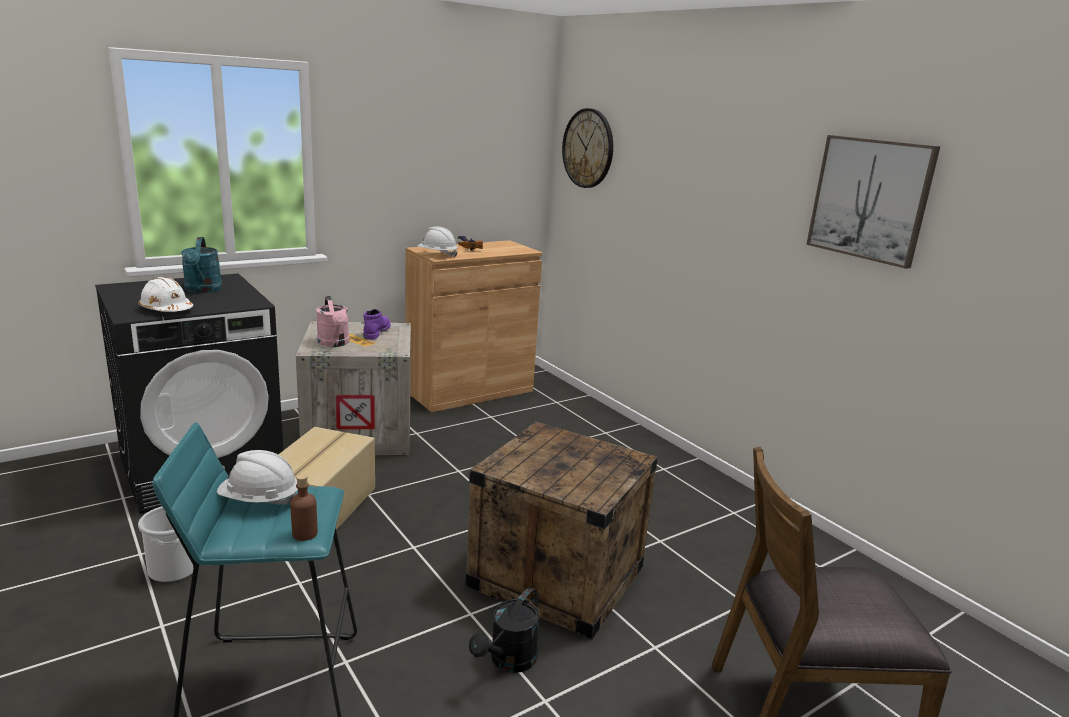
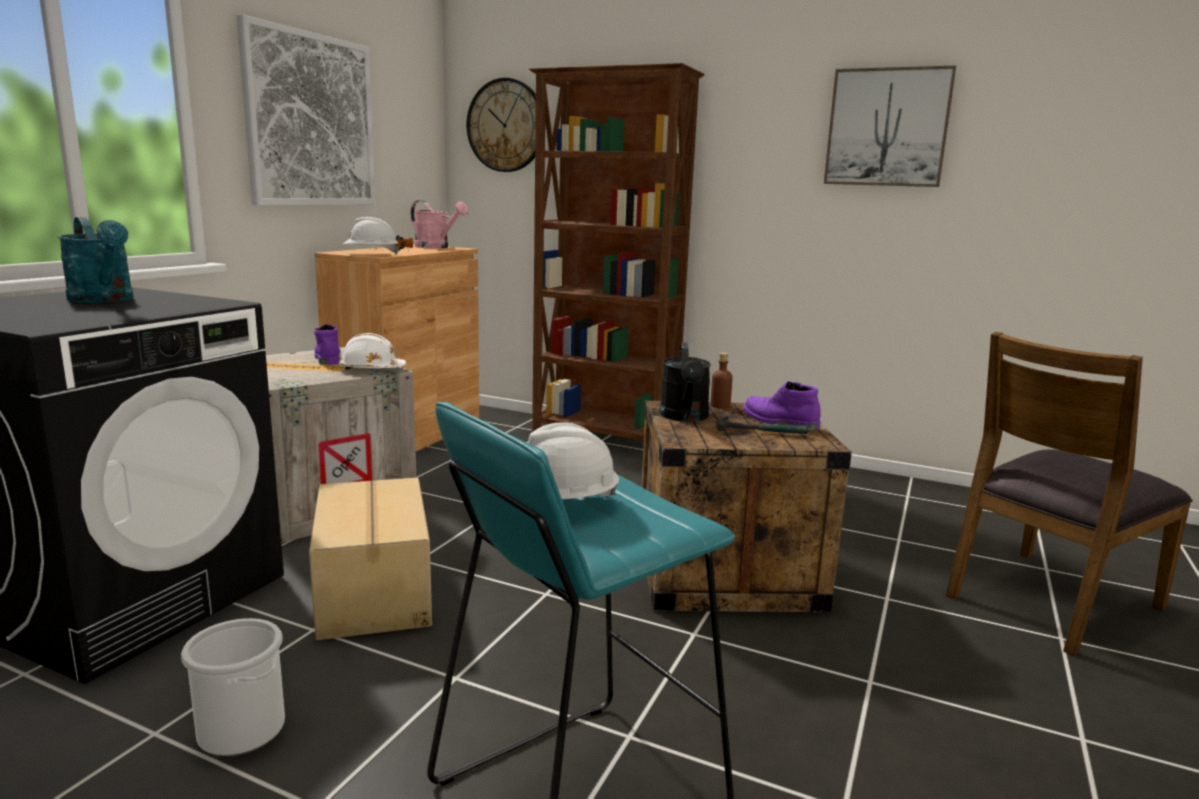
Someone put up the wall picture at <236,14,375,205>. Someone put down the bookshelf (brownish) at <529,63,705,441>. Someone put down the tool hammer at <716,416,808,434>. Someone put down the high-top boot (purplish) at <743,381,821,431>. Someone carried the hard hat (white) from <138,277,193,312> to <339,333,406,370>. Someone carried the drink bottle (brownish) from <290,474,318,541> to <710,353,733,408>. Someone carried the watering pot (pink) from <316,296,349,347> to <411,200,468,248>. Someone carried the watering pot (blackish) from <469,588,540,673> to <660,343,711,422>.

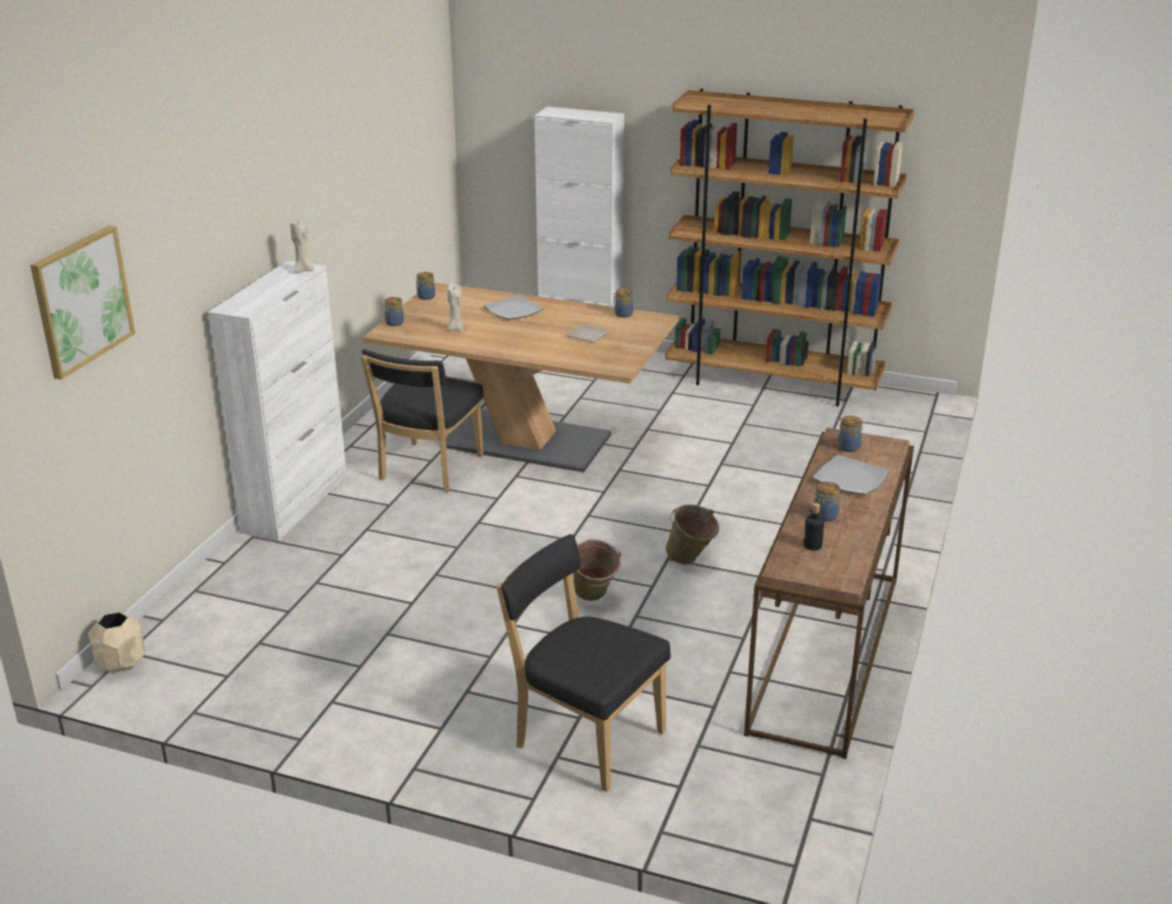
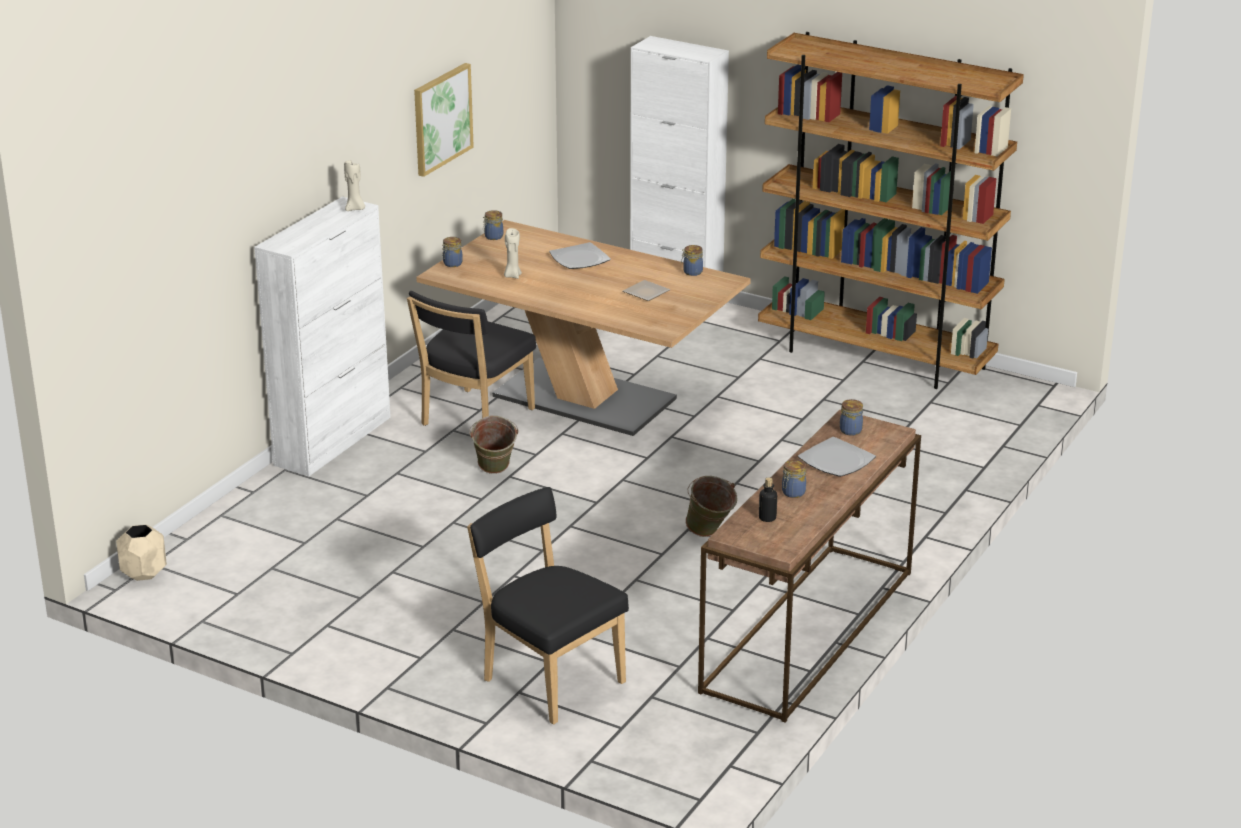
Someone carried the wall picture from <30,226,135,380> to <414,63,474,177>. Someone carried the water bucket (green) from <573,539,621,601> to <469,416,518,474>.

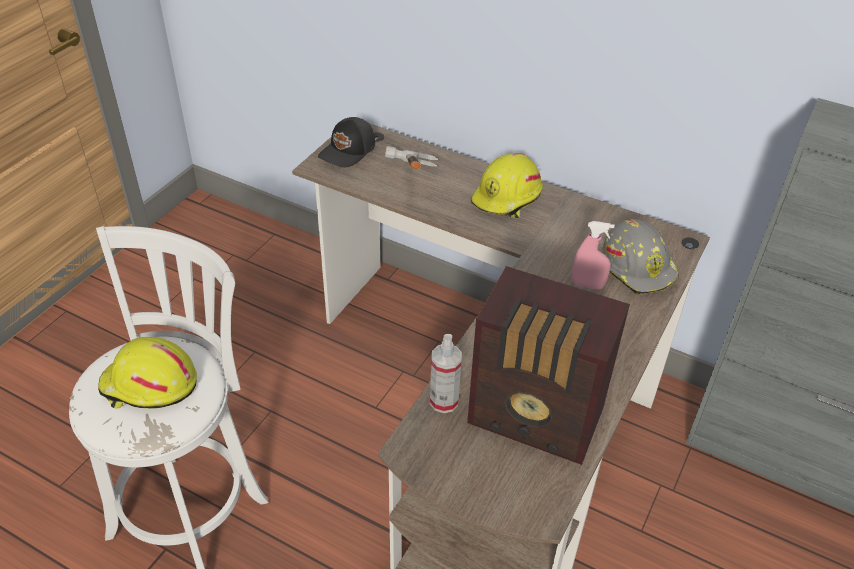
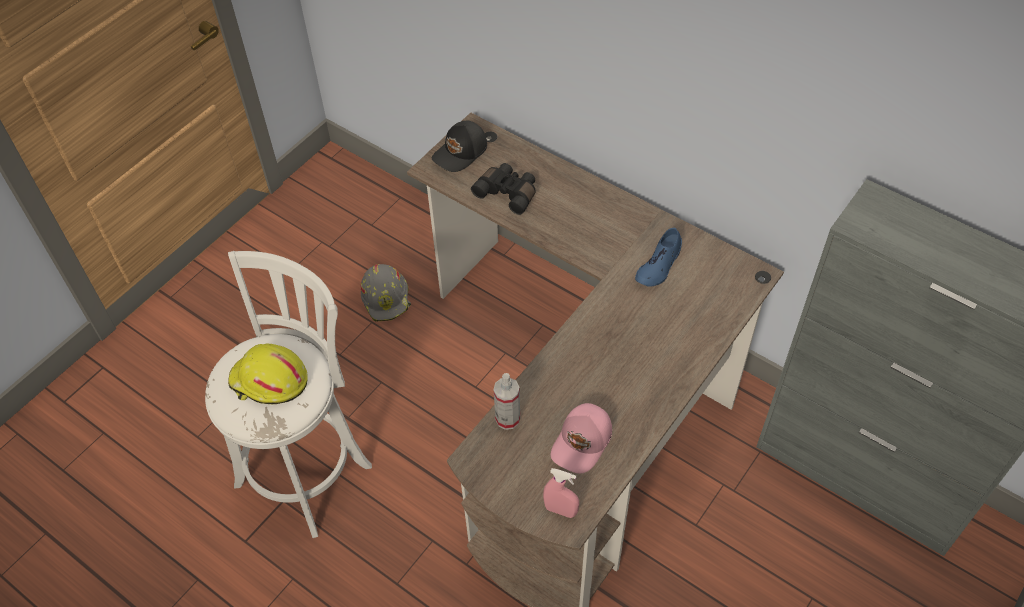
Someone took away the hard hat (yellow-coloured) at <471,153,543,218>. Someone put down the low shoe (blue) at <635,228,682,287>. Someone carried the sprayer (pink) from <572,221,615,290> to <543,468,579,518>. Someone carried the hard hat (grey) from <601,219,679,294> to <361,264,411,322>. Someone swapped the tool hammer at <385,146,438,169> for the pair of binoculars (blackish) at <471,163,536,215>. Someone swapped the radio receiver at <467,266,630,465> for the baseball cap (pink) at <551,403,612,474>.

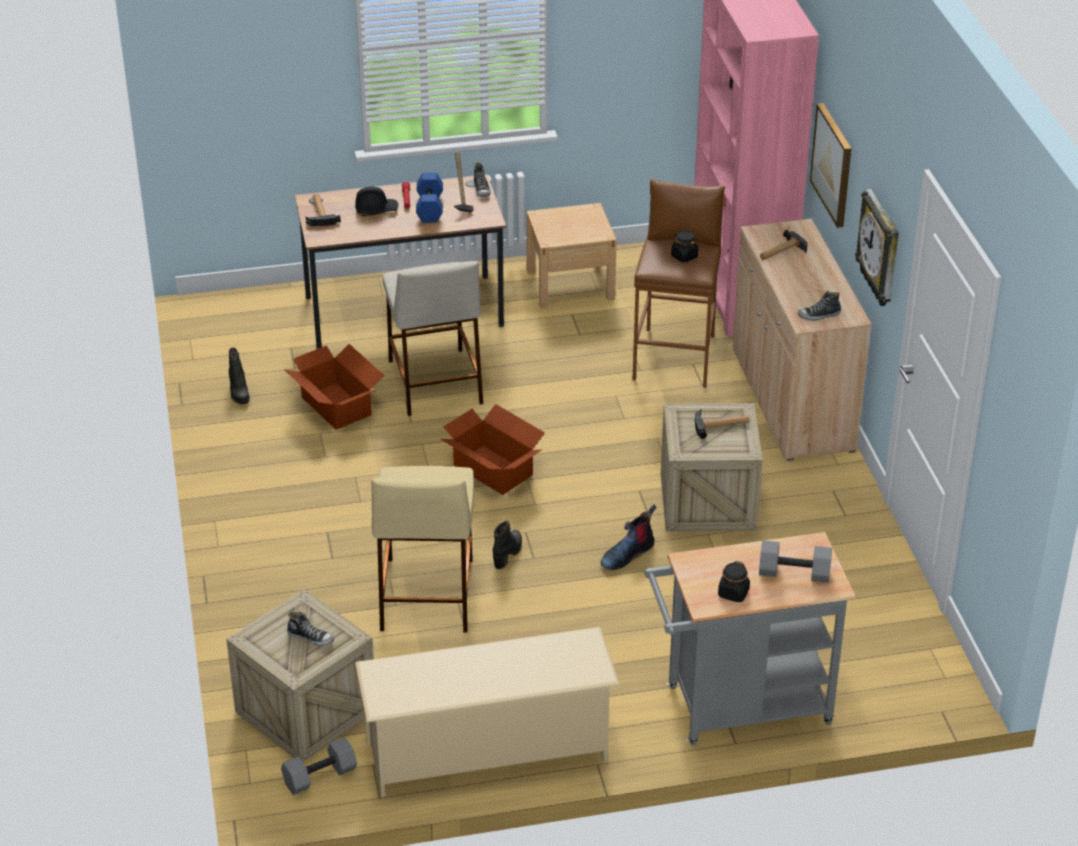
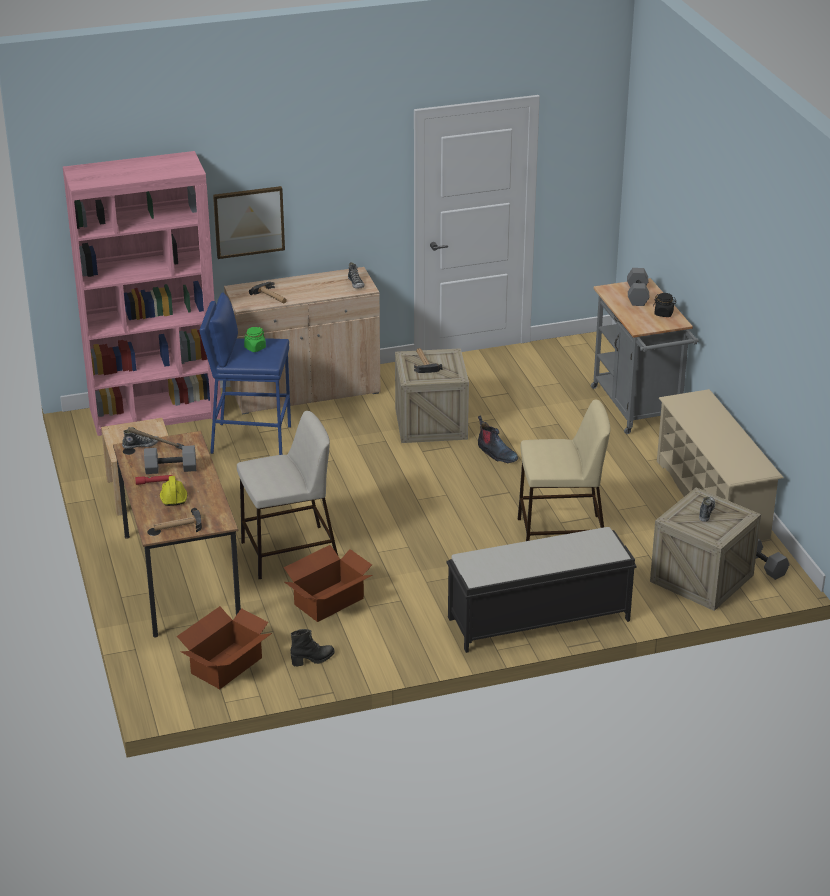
Someone took away the high-top boot (blackish) at <493,521,522,569>. Someone took away the hanging clock at <855,189,899,306>. Someone put down the bench (blackish) at <447,527,637,653>. Someone carried the cardboard box from <441,404,545,495> to <177,606,272,689>. Someone repainted the hard hat (blackish) at <355,187,398,216>, which became the hard hat (yellow-coloured) at <160,476,188,506>. Someone repainted the hand weight (blue) at <416,173,443,223>, which became the hand weight (grey) at <144,445,196,474>. Someone repainted the stool seat (brownish) at <632,179,725,388>, which became the stool seat (blue) at <199,292,291,455>. Someone repainted the jar (blackish) at <671,231,698,263>, which became the jar (green) at <244,327,266,352>.

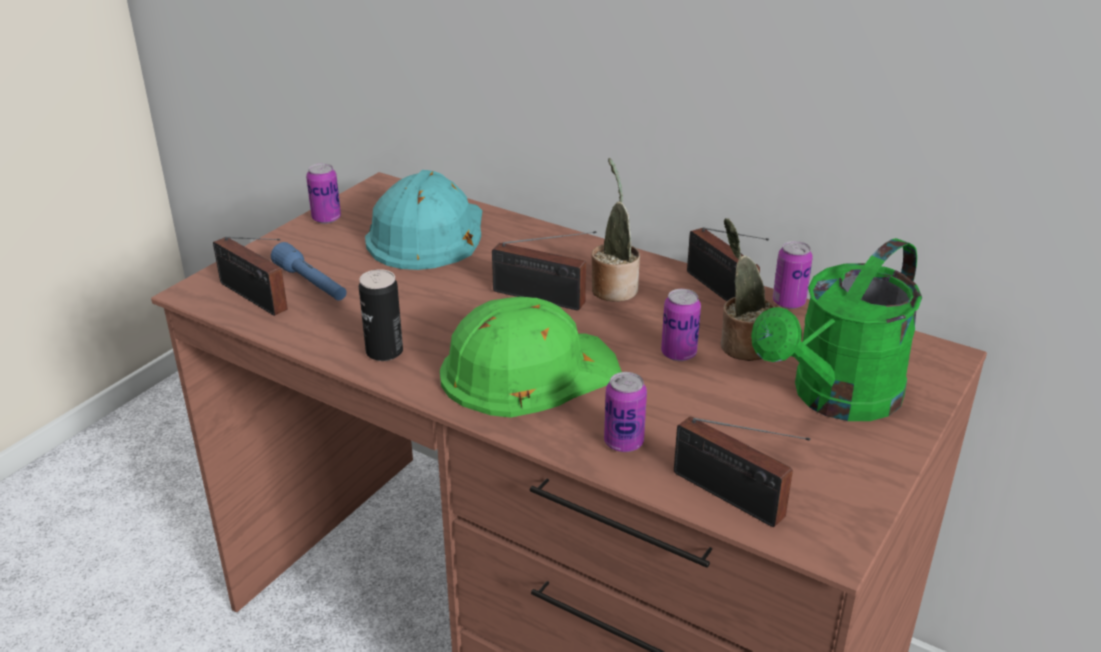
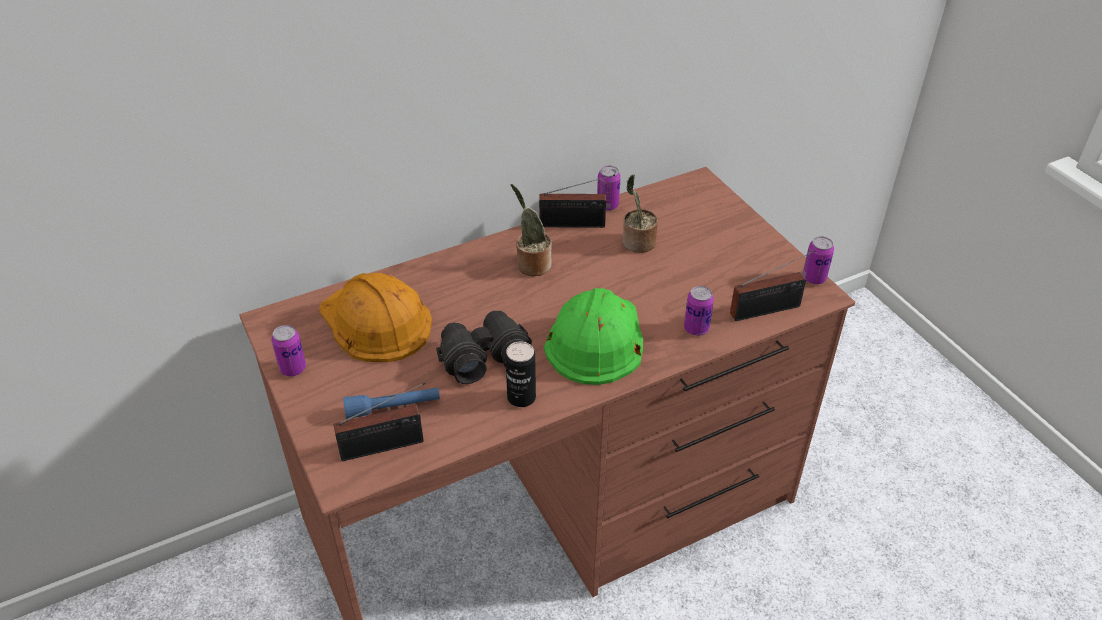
Someone took away the radio receiver at <492,231,597,311>. Someone took away the watering pot (green) at <751,238,922,421>. Someone put down the pair of binoculars (blackish) at <436,311,532,384>. Someone carried the metal can from <661,289,701,361> to <802,236,834,284>. Someone repainted the hard hat (turquoise-coloured) at <365,170,482,270>, which became the hard hat (orangey) at <319,273,432,362>.

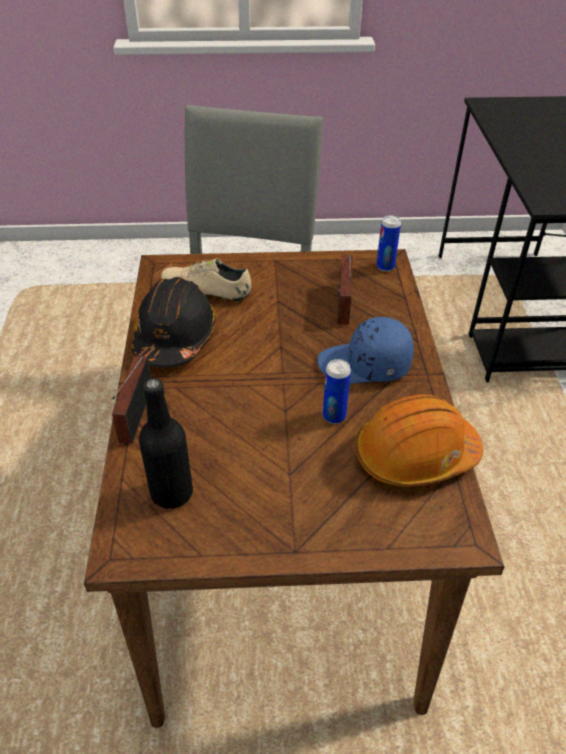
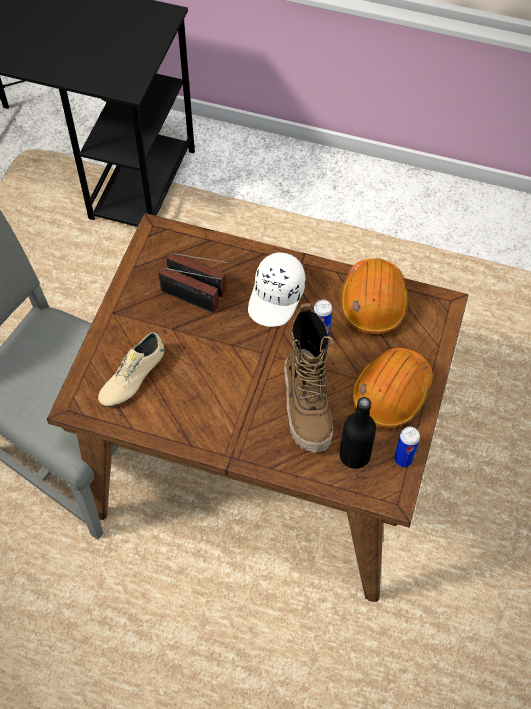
Someone took away the hard hat (blackish) at <132,277,217,368>. Someone put down the high-top boot at <284,303,333,453>. Someone put down the hard hat (orangey) at <352,348,433,428>. Someone carried the radio receiver from <112,356,152,444> to <159,266,223,313>. Someone carried the metal can from <376,215,401,272> to <394,427,420,467>. Someone repainted the baseball cap (blue) at <317,317,414,384>, which became the baseball cap (white) at <248,252,305,327>.

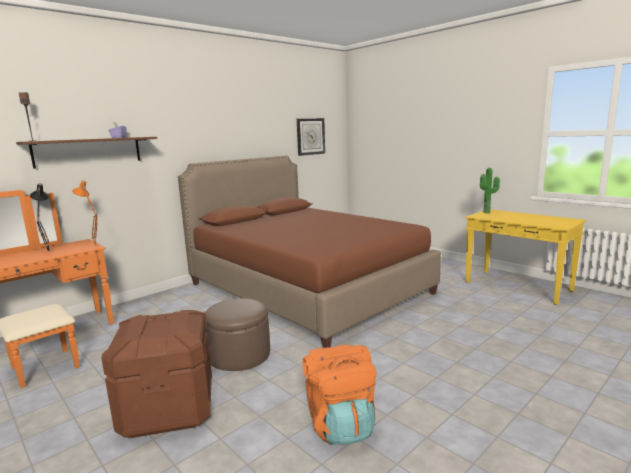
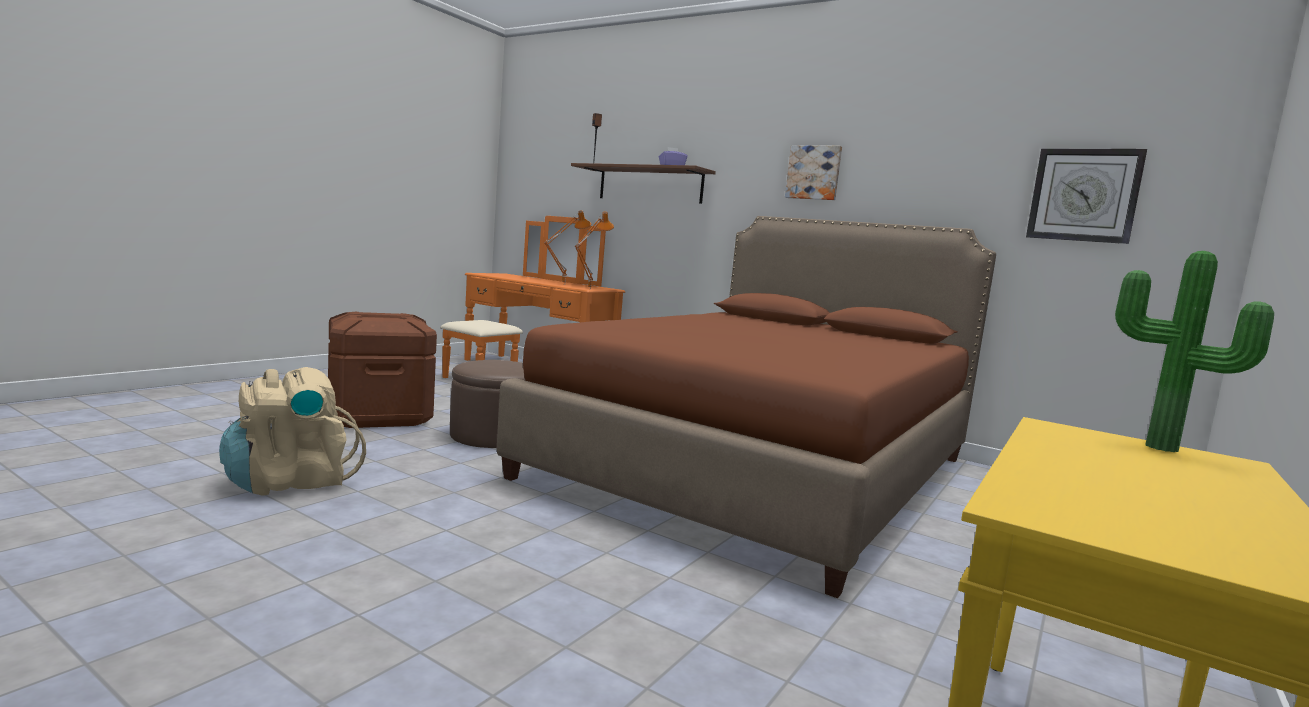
Someone put up the wall picture at <785,146,842,200>. Someone repainted the lamp for a table (blackish) at <30,183,50,251>, which became the lamp for a table (orangey) at <544,210,591,282>. Someone repainted the knapsack (orangey) at <302,345,377,445>, which became the knapsack (beige) at <219,367,366,496>.

